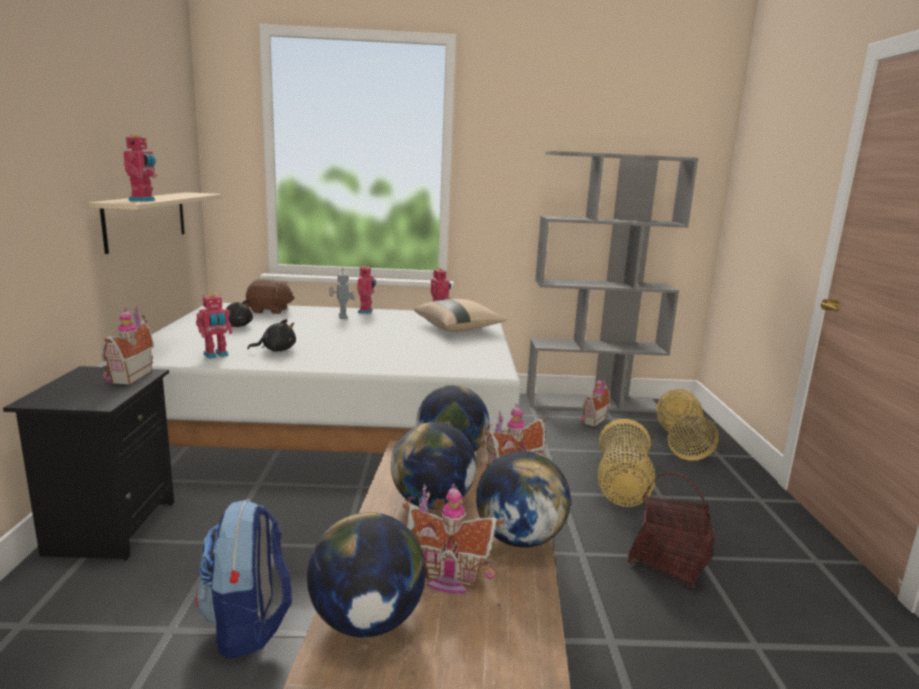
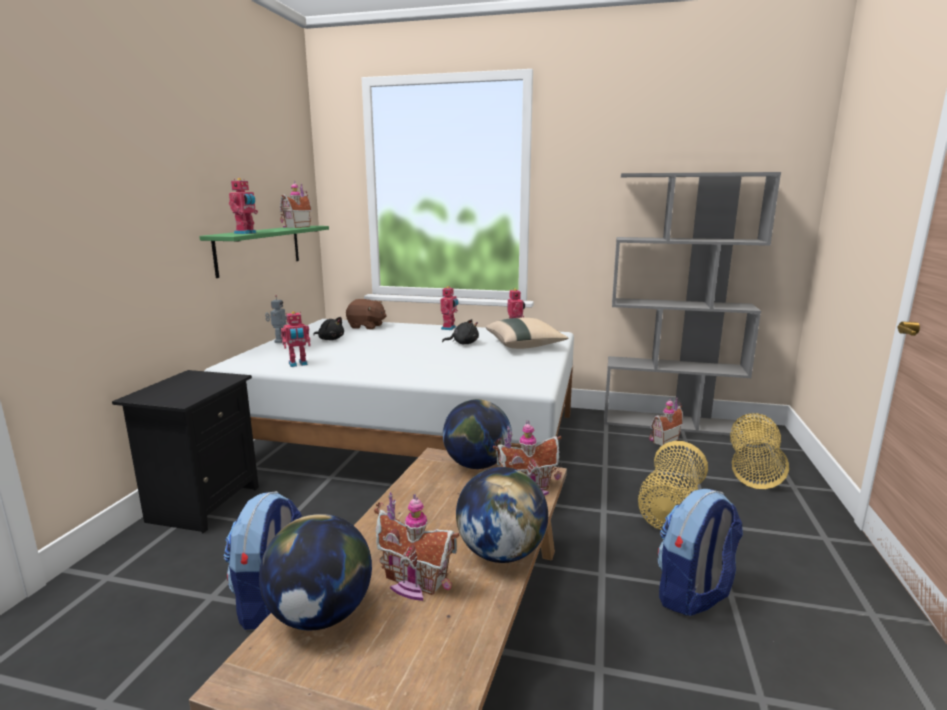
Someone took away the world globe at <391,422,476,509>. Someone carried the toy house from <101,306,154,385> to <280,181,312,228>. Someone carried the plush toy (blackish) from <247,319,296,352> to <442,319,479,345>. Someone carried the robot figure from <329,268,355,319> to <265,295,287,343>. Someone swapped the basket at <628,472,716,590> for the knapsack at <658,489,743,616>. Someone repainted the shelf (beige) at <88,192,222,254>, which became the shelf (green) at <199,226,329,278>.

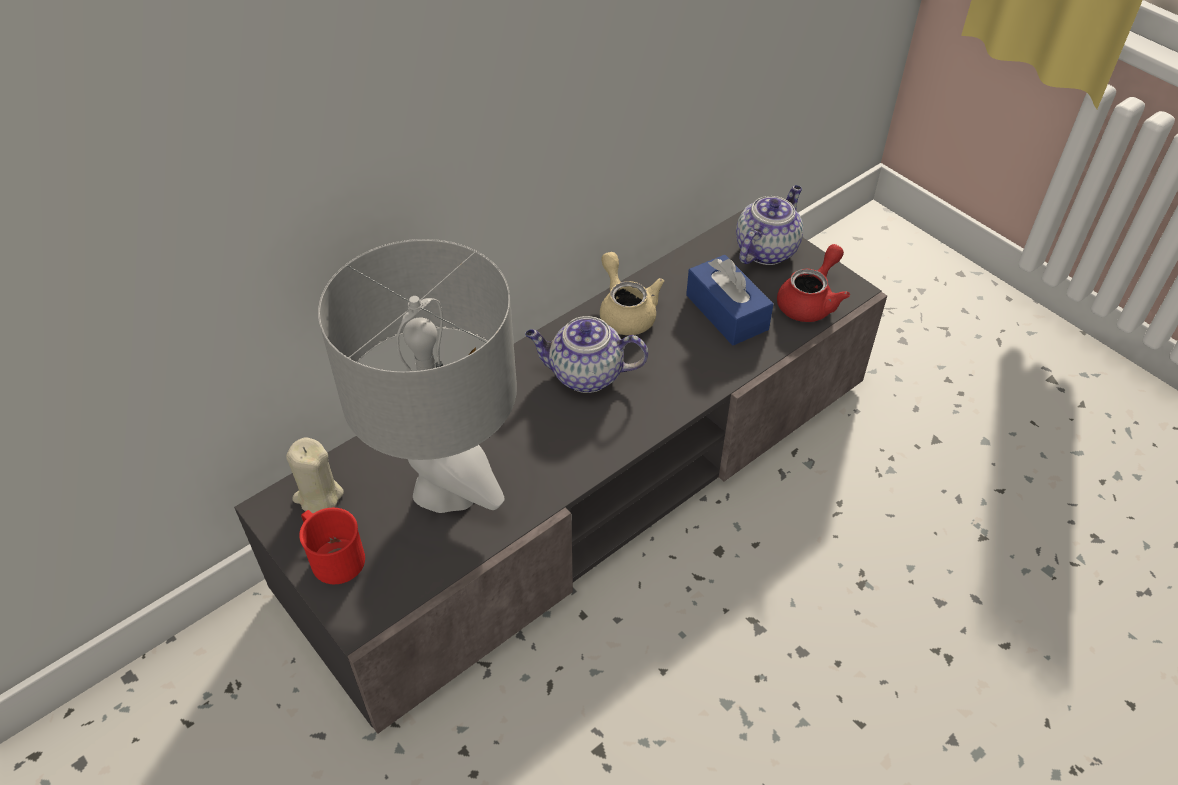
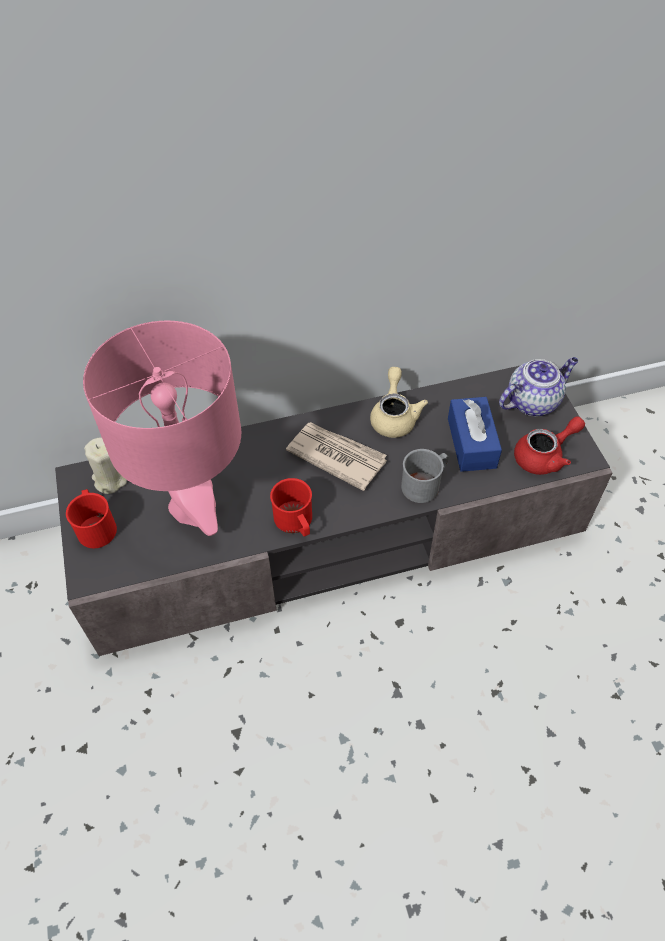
Someone put down the coffee mug (reddish) at <270,478,312,537>. Someone put down the coffee mug (grey) at <401,449,449,503>. Someone swapped the teapot at <525,316,648,393> for the newspaper at <286,422,387,491>. Someone repainted the lamp for a table (grey) at <318,239,517,513>, which became the lamp for a table (pink) at <83,321,241,536>.

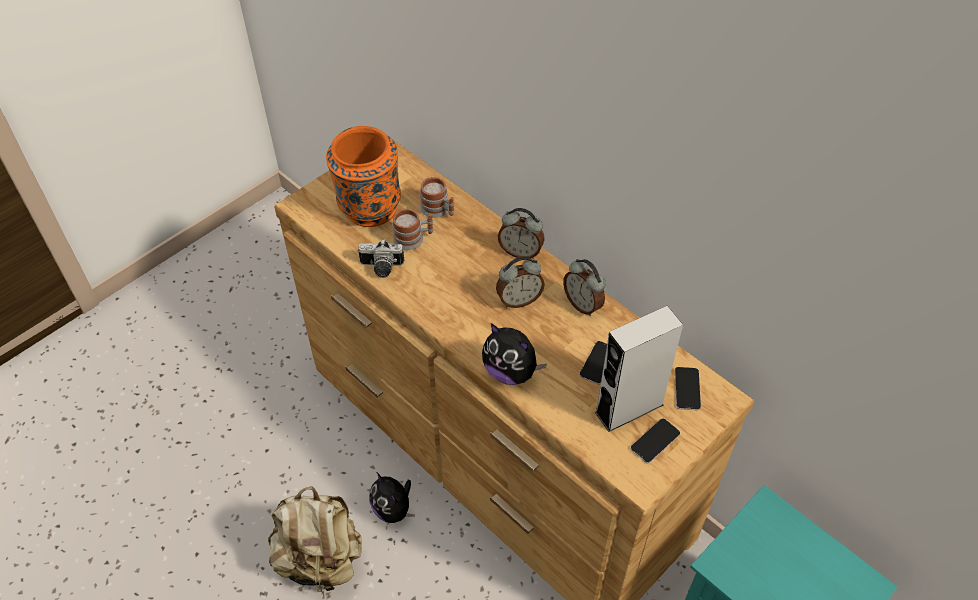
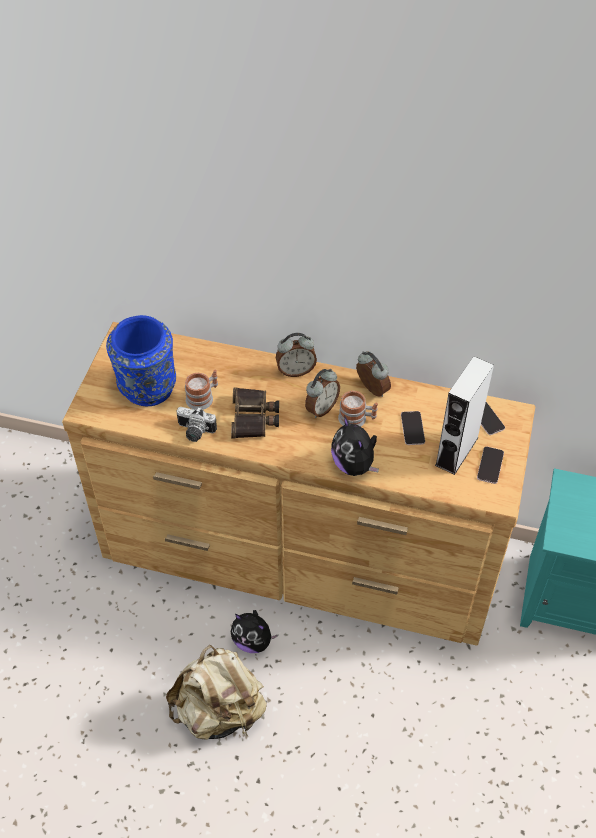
Someone put down the pair of binoculars at <231,387,279,439>. Someone carried the coffee mug from <420,177,455,218> to <338,390,378,427>. Someone repainted the decorative vase (orangey) at <326,126,401,227>, which became the decorative vase (blue) at <106,315,176,406>. Someone rotated the still camera at <358,239,404,278> by 45 degrees clockwise. Someone rotated the plush toy at <482,323,547,385> by 60 degrees clockwise. Someone rotated the table clock at <563,259,605,316> by 150 degrees counterclockwise.

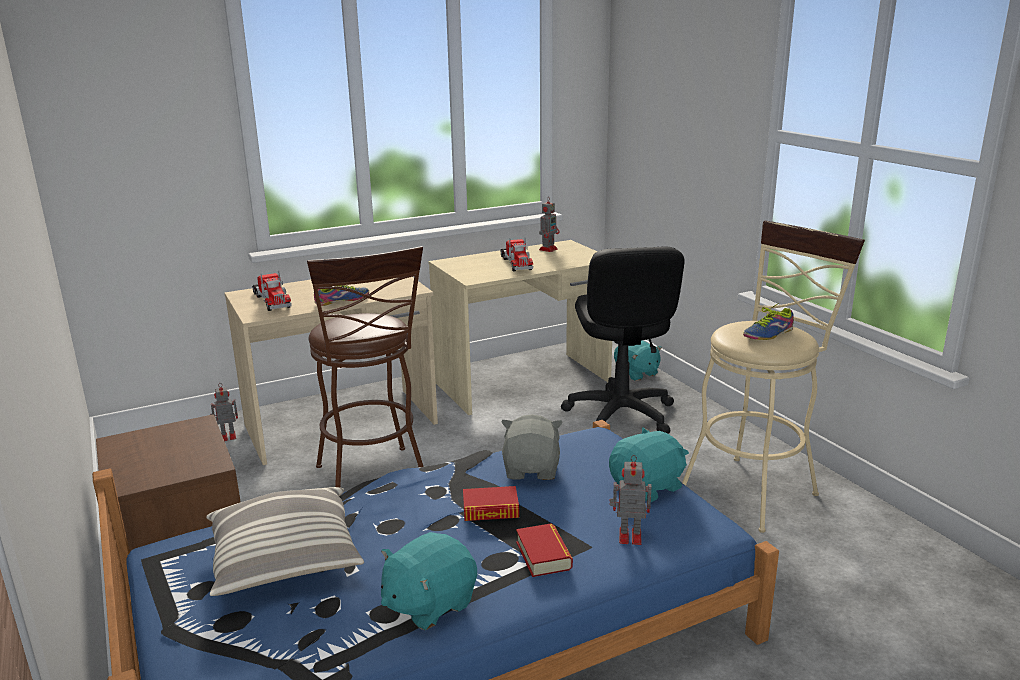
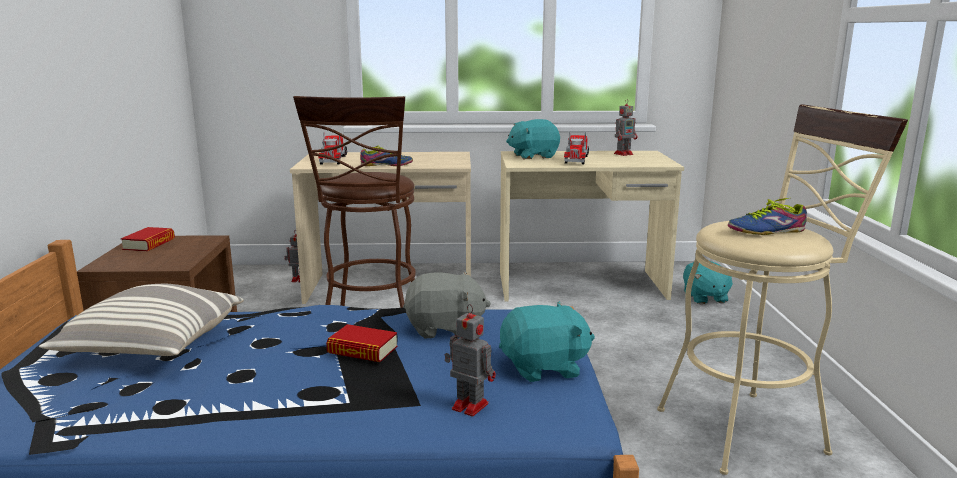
Someone took away the desk chair (blackish) at <561,247,685,433>. Someone carried the plush toy (turquoise-coloured) from <381,532,477,630> to <506,119,560,159>. Someone carried the volume from <516,523,573,577> to <121,227,175,251>. Someone rotated the plush toy (grey) at <501,415,563,480> by 60 degrees clockwise.

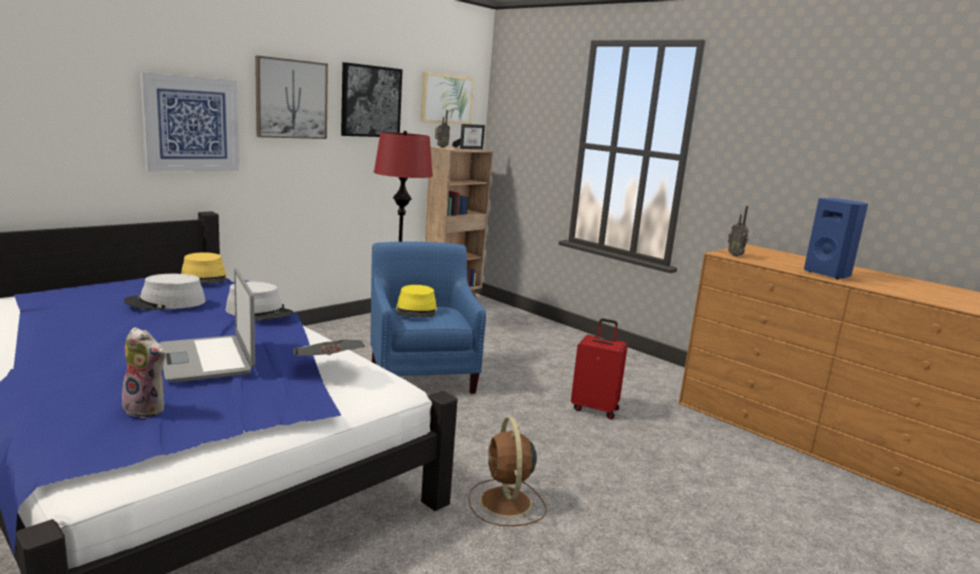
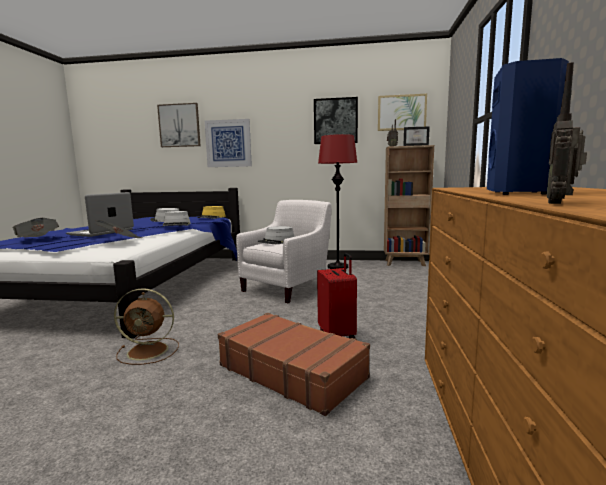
Someone put down the piece of luggage (brownish) at <218,313,370,416>. Someone carried the wall picture from <255,55,328,139> to <157,103,201,147>. Someone carried the radio receiver from <728,206,749,256> to <547,62,587,204>. Someone swapped the plush toy at <121,327,167,418> for the newspaper at <12,218,59,237>. Someone repainted the easy chair (blue) at <371,241,486,394>, which became the easy chair (white) at <236,200,332,303>. Someone repainted the hat (yellow-coloured) at <396,285,437,318>, which became the hat (grey) at <257,226,294,244>. Someone rotated the electric fan (brownish) at <468,417,546,526> by 135 degrees counterclockwise.

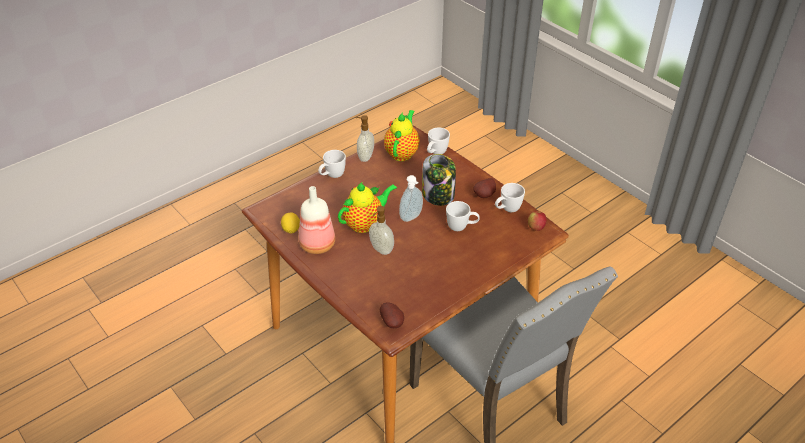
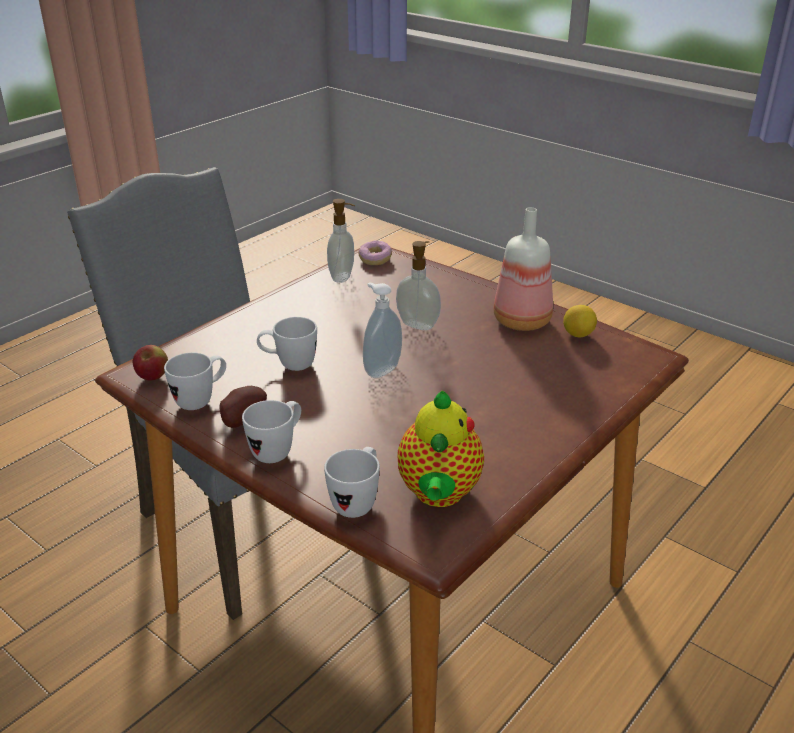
Someone took away the teapot at <338,182,397,233>. Someone took away the jar at <422,154,456,206>. Someone carried the coffee mug (white) from <318,150,346,178> to <242,400,301,463>. Someone carried the liquid soap bottle from <356,115,374,162> to <327,199,355,283>. Someone swapped the potato at <380,303,404,328> for the donut at <359,240,392,265>.

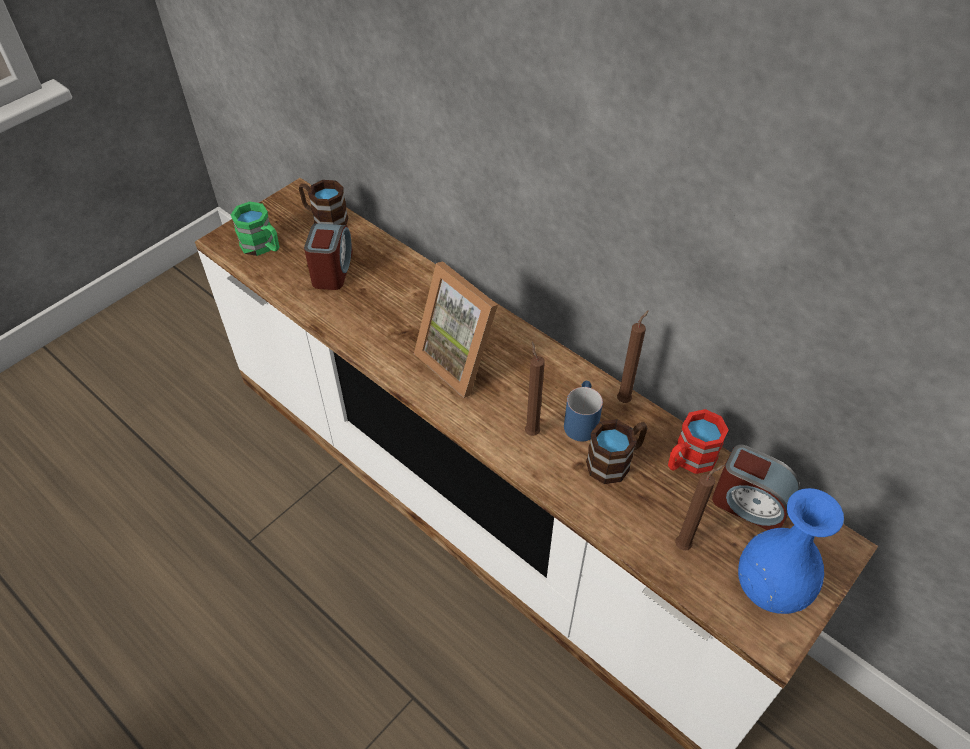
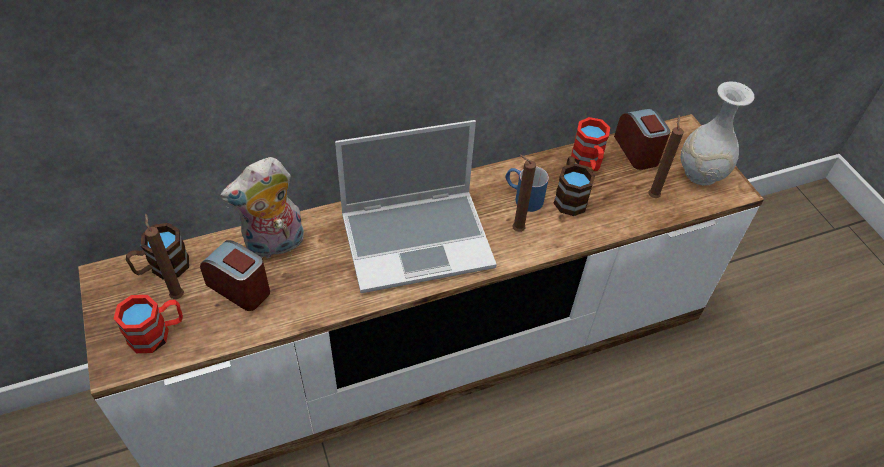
Someone put down the plush toy at <220,157,304,258>. Someone carried the candle (brownish) from <617,310,649,403> to <145,214,184,299>. Someone swapped the photo frame at <414,261,498,398> for the notebook computer at <335,120,497,293>. Someone repainted the coffee mug (green) at <231,201,279,256>, which became the coffee mug (reddish) at <114,295,183,353>. Someone repainted the decorative vase (blue) at <738,488,844,614>, which became the decorative vase (white) at <680,81,754,186>. Someone rotated the table clock at <712,444,800,530> by 75 degrees counterclockwise.

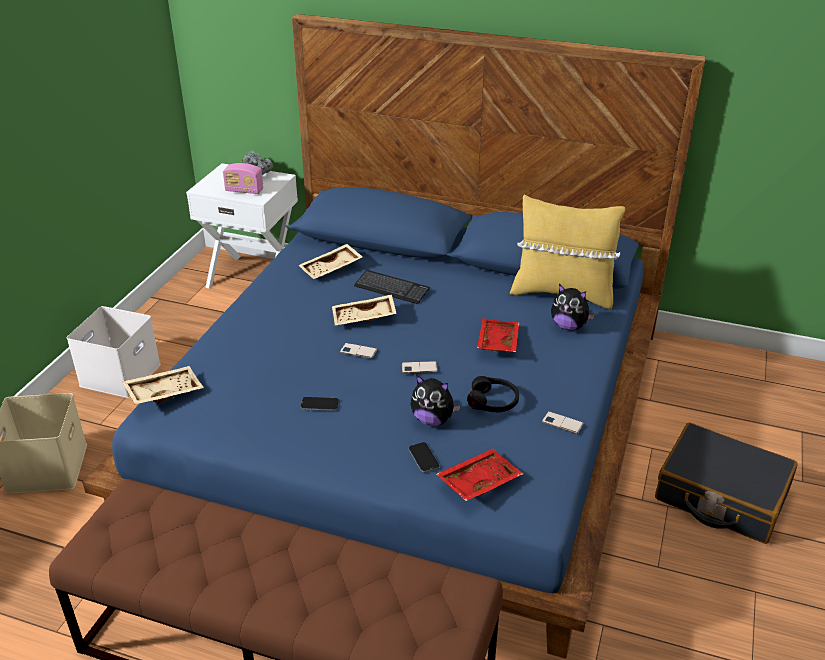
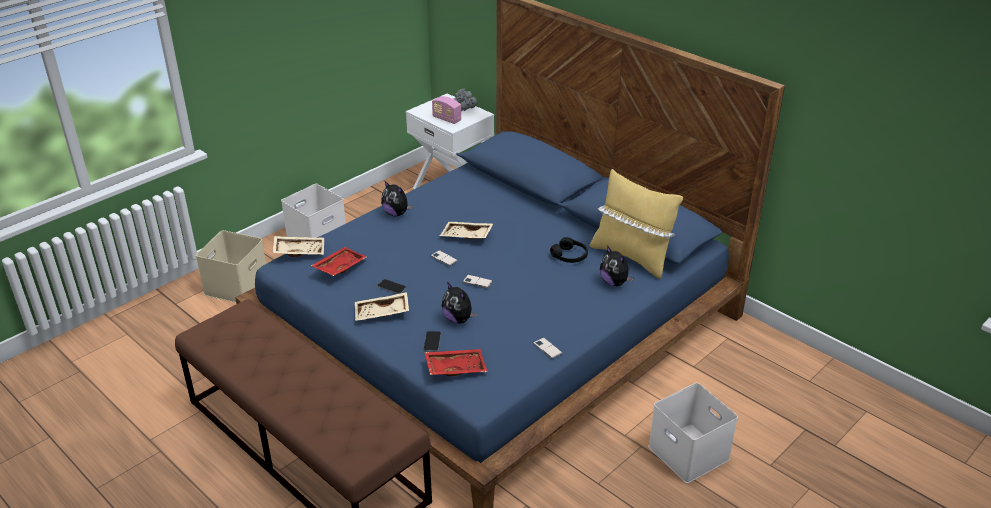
Someone took away the computer keyboard at <354,270,430,304>. Someone put down the plush toy at <381,181,413,216>. Someone carried the carrying tray (beige) from <298,244,363,279> to <355,292,409,321>. Someone carried the headphones (blackish) from <467,376,519,412> to <550,237,588,263>. Someone carried the carrying tray (reddish) from <477,318,519,352> to <311,247,367,276>. Someone swapped the piece of luggage (blackish) at <655,423,798,544> for the storage bin (white) at <648,383,738,483>.

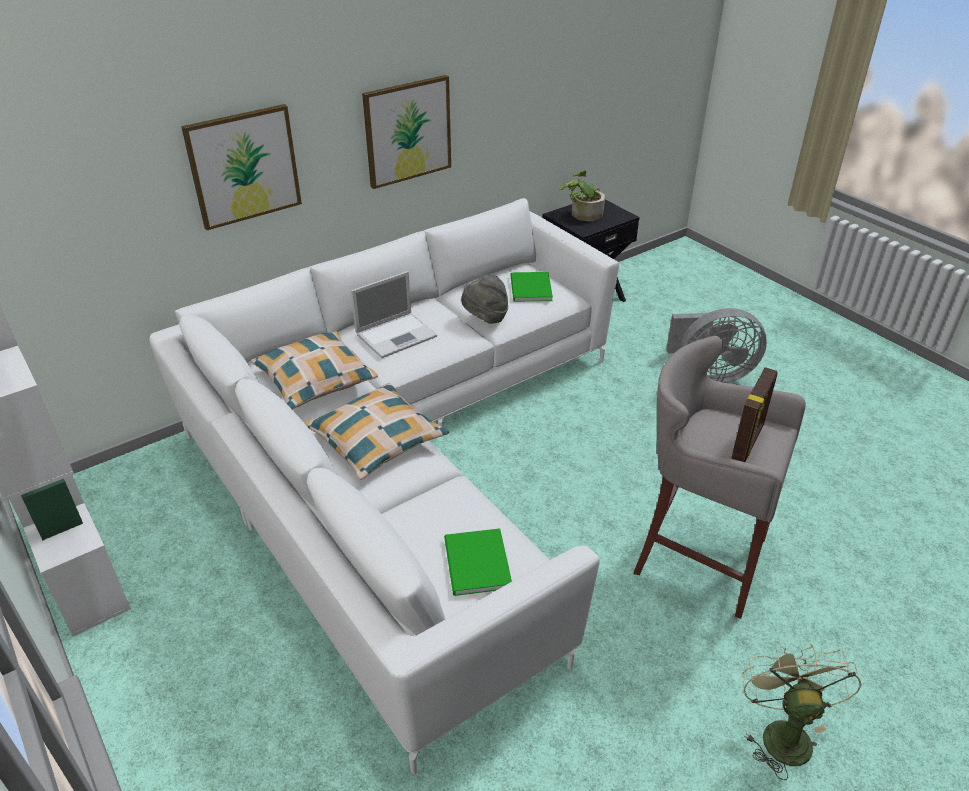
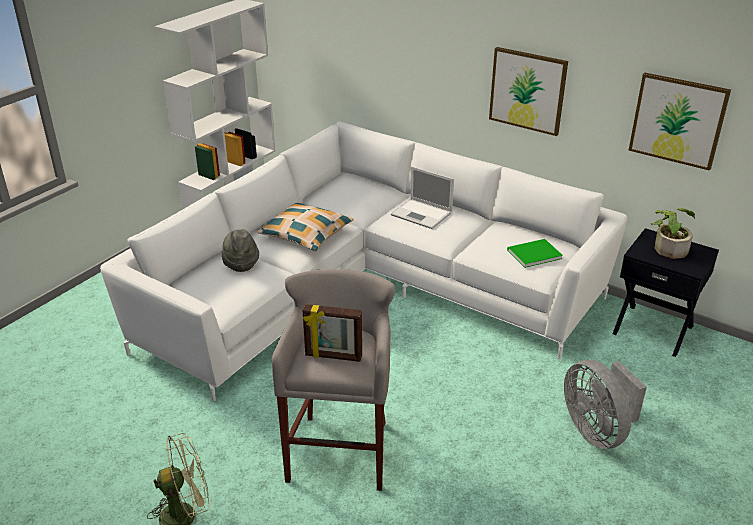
Someone took away the pillow at <251,331,378,409>. Someone took away the volume (green) at <444,528,512,596>. Someone carried the wall picture from <181,104,302,230> to <628,73,731,171>. Someone carried the hat (grey) from <461,275,508,324> to <222,229,259,272>.

